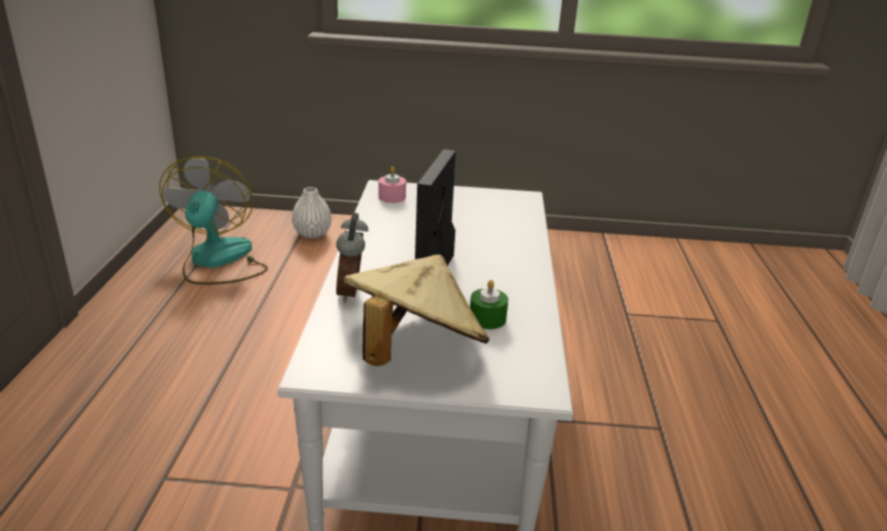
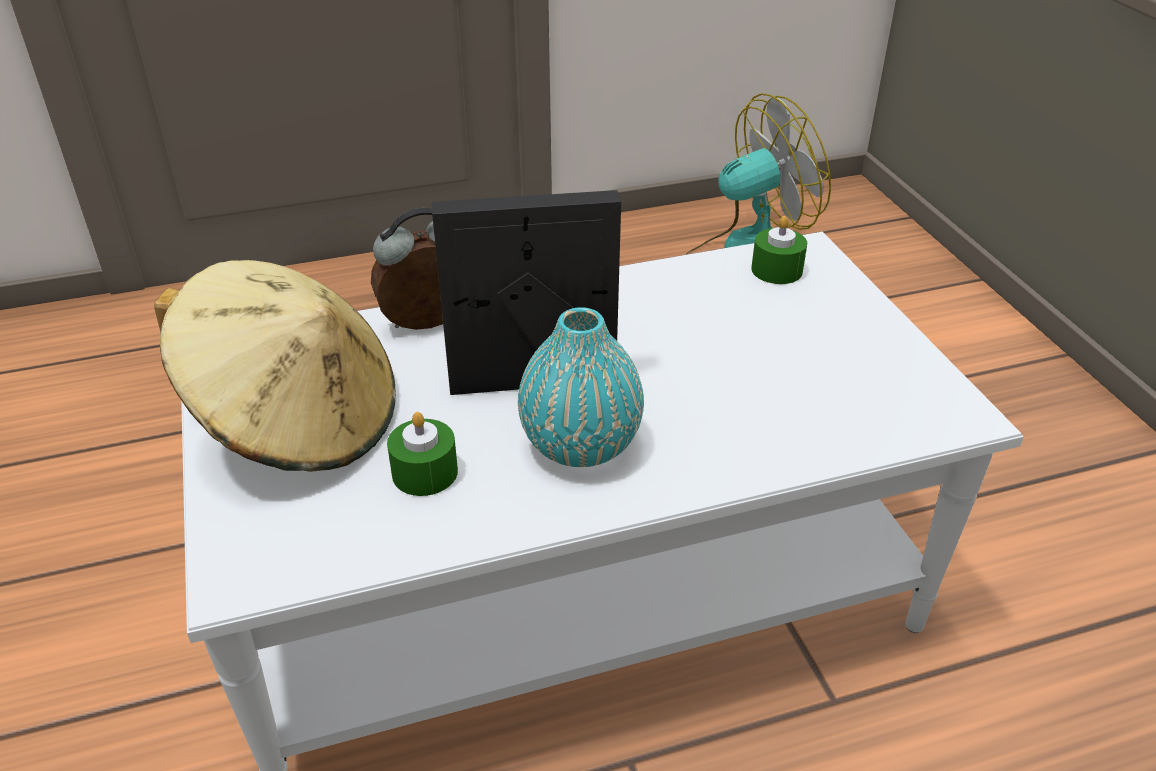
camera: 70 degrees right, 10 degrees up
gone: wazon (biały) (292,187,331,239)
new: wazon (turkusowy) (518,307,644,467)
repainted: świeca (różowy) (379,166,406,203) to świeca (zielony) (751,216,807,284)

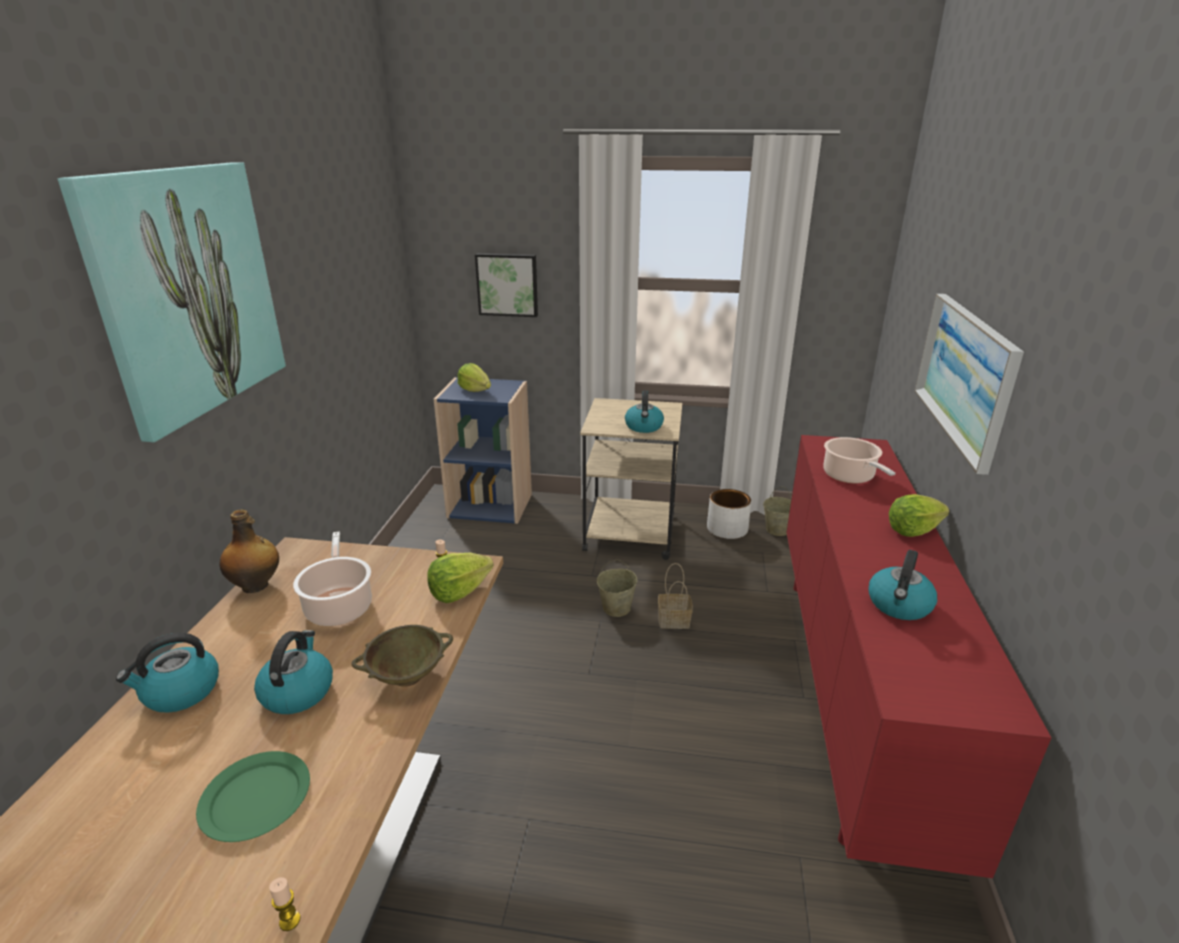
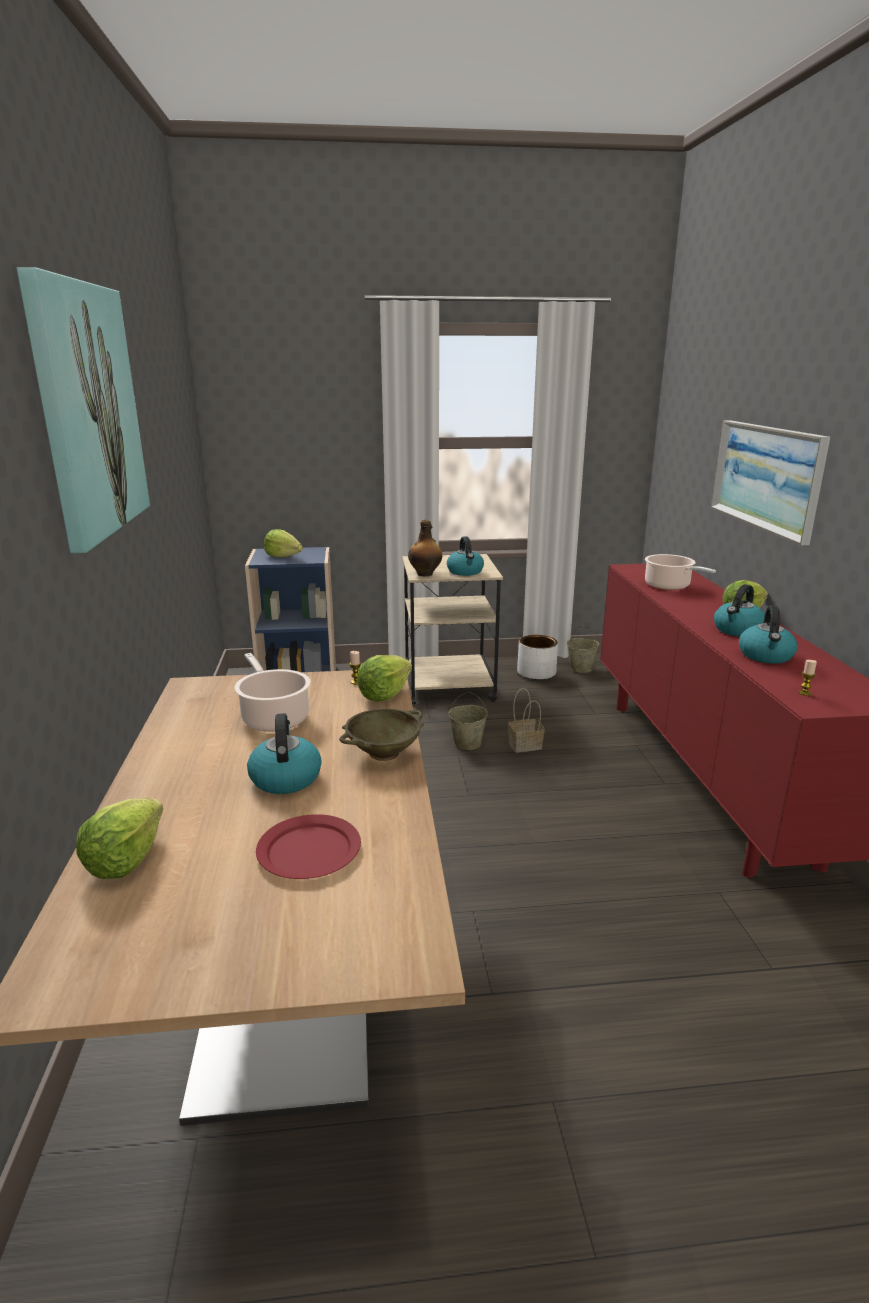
camera: 15 degrees left, 5 degrees down
gone: obraz (475,253,538,317)
new: sałata (76,798,163,879)
shifted: czajnik (116,633,219,713) to (714,584,765,636); butelka (219,509,279,593) to (408,520,442,576); świeca (269,877,301,931) to (798,660,817,696)
repainted: talerz (zielony) (196,751,310,842) to talerz (czerwony) (256,814,361,879)

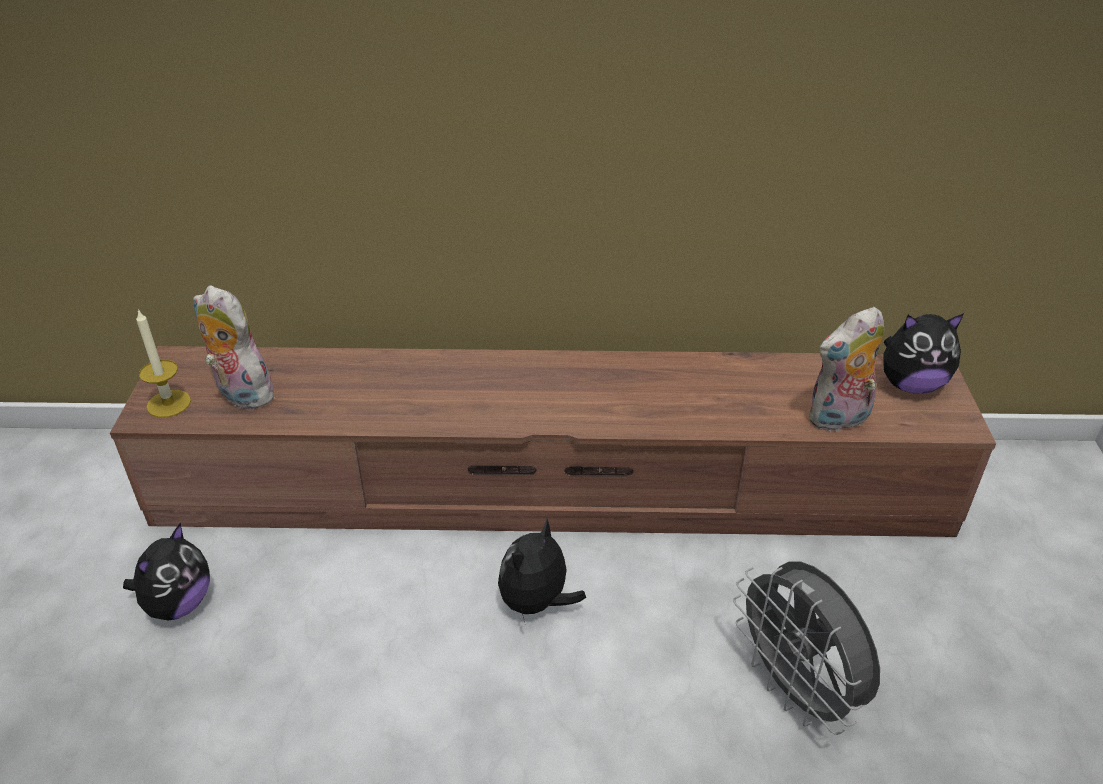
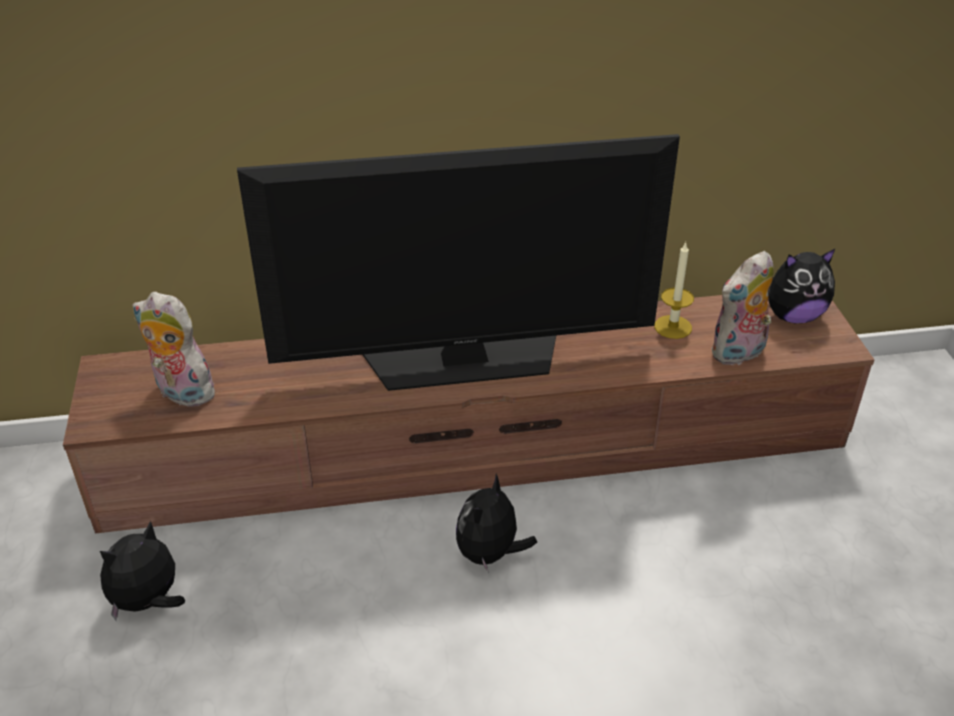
camera: 10 degrees left, 0 degrees up
gone: wentylator (szary) (733,561,880,735)
new: telewizor (237,134,680,391)
shifted: świeca (136,309,191,418) to (654,242,694,339)
rotated: pluszak (123,522,210,621) = (100,521,185,621) 150 degrees counterclockwise

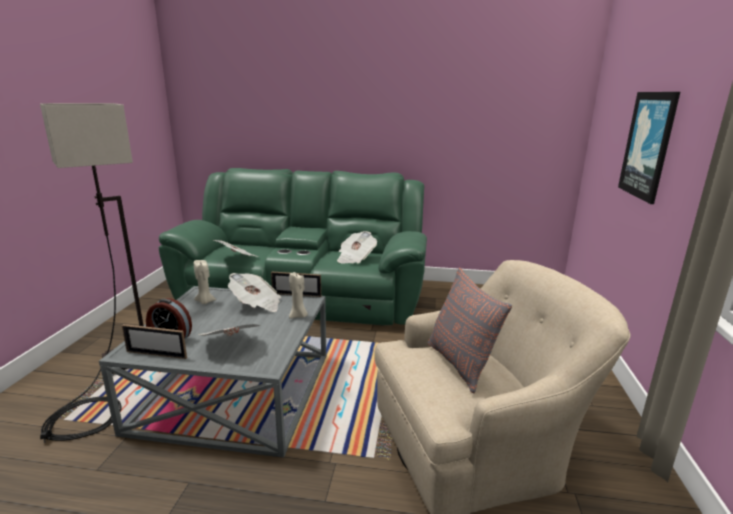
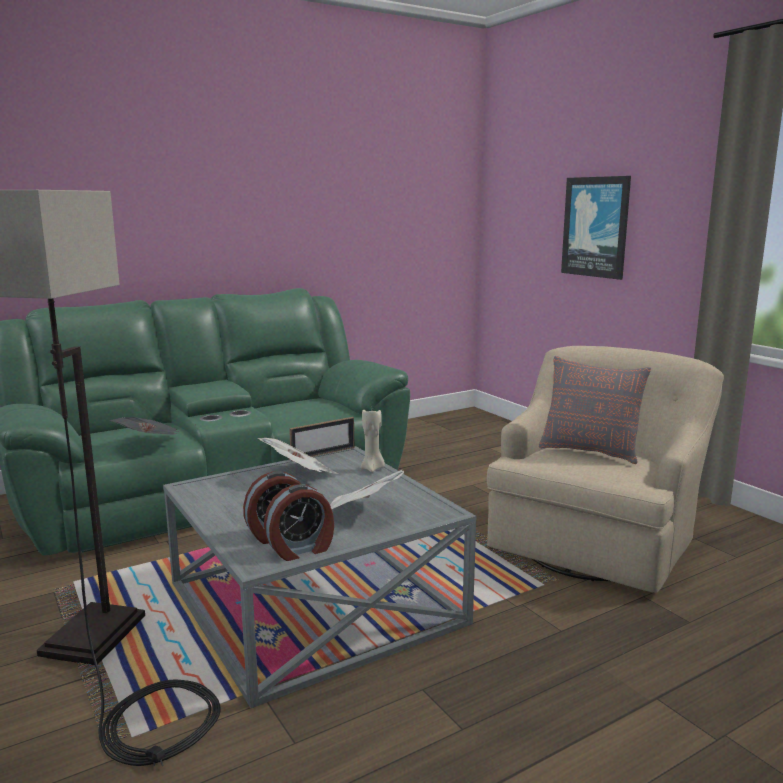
camera: 40 degrees left, 5 degrees down
gone: świeca (beżowy) (194,260,216,304); gazeta (337,231,377,264)
swapped: ramka na zdjęcie (122,324,187,359) to budzik (264,484,334,561)

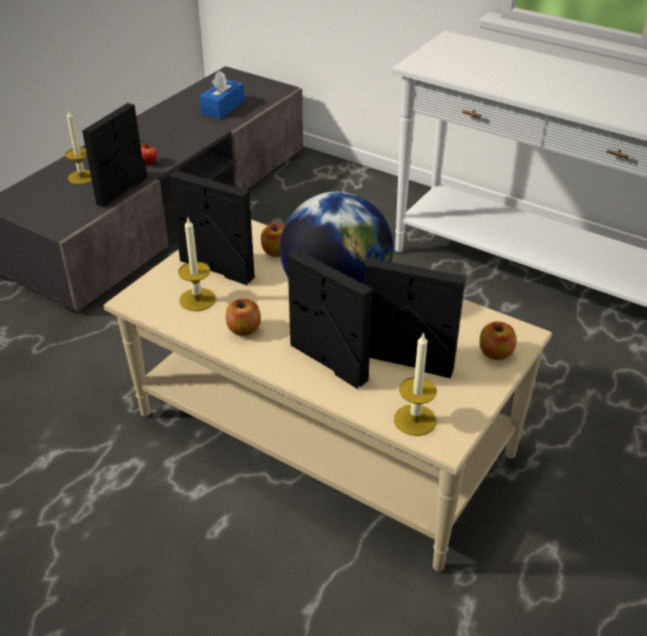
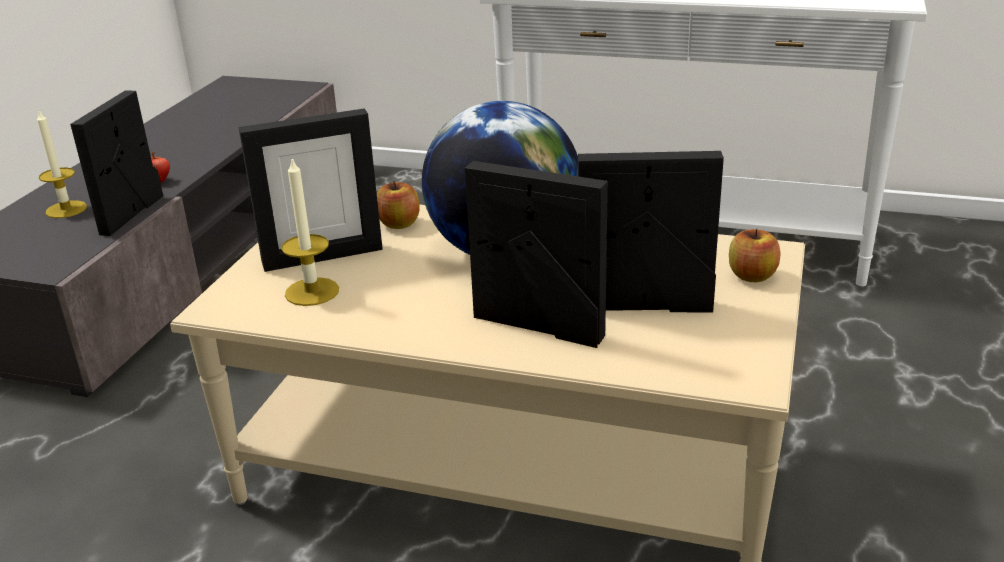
camera: 15 degrees left, 10 degrees down
gone: pudełko chusteczek (niebieski) (199,71,245,119); jabłko (226,299,261,336); świeca (394,332,437,436)
rotated: ramka na zdjęcie (169,170,255,285) = (238,108,383,272) 150 degrees clockwise

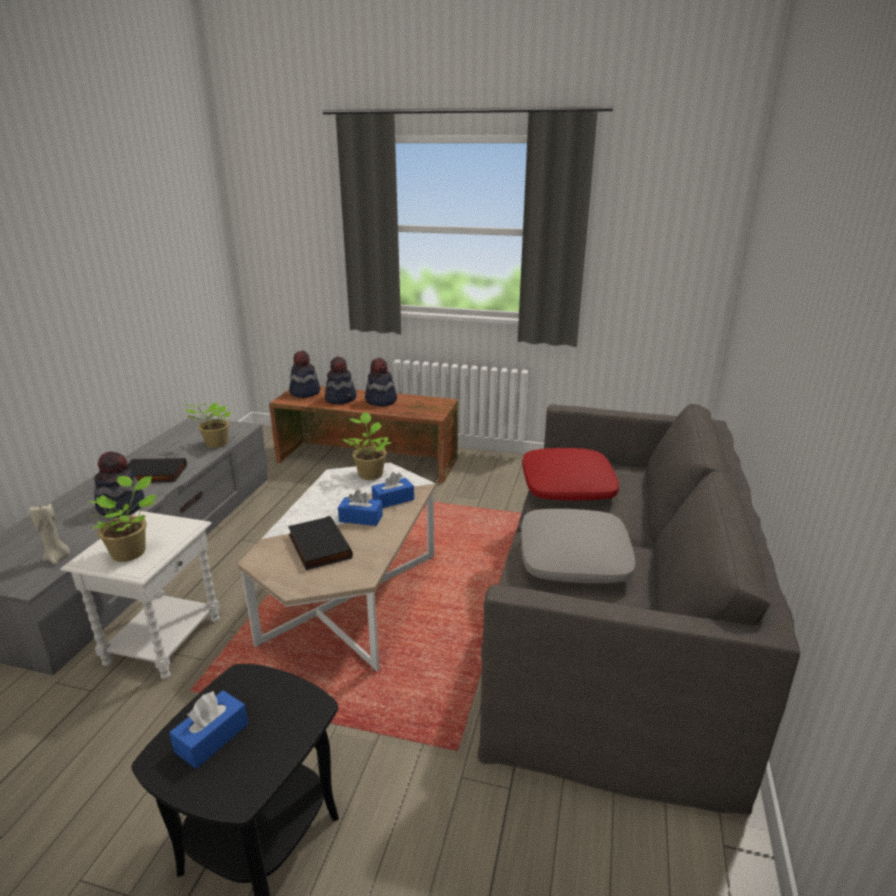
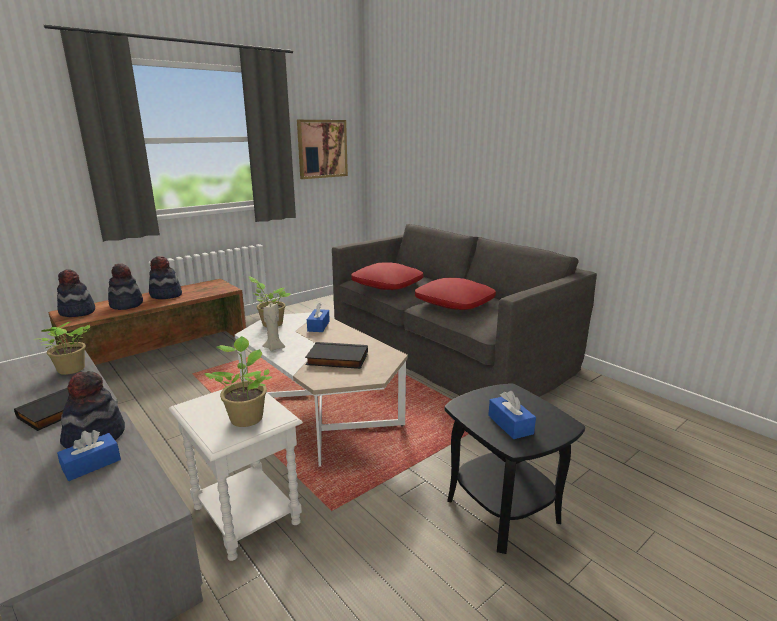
camera: 55 degrees left, 5 degrees down
new: obraz (297,120,348,179)
shifted: świeca (beżowy) (30,504,70,564) to (263,303,285,351); pudełko chusteczek (niebieski) (338,490,383,526) to (57,430,121,481)
repainted: poduszka (szary) (521,509,636,583) to poduszka (czerwony) (415,278,496,310)

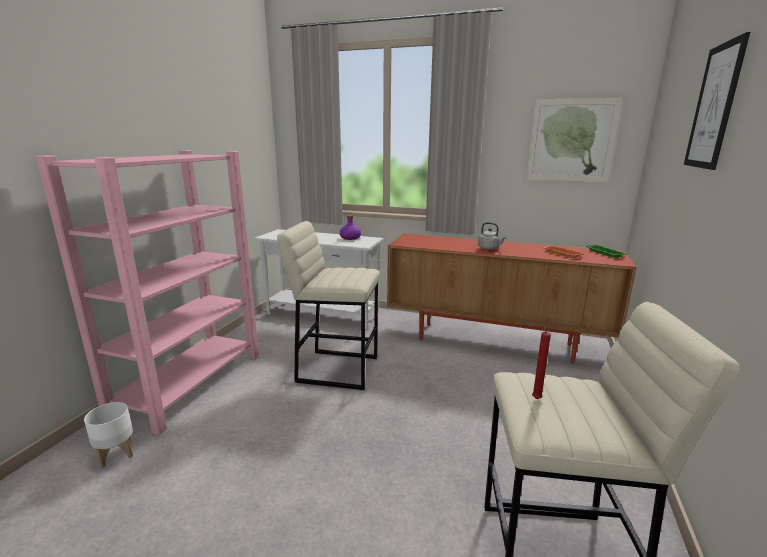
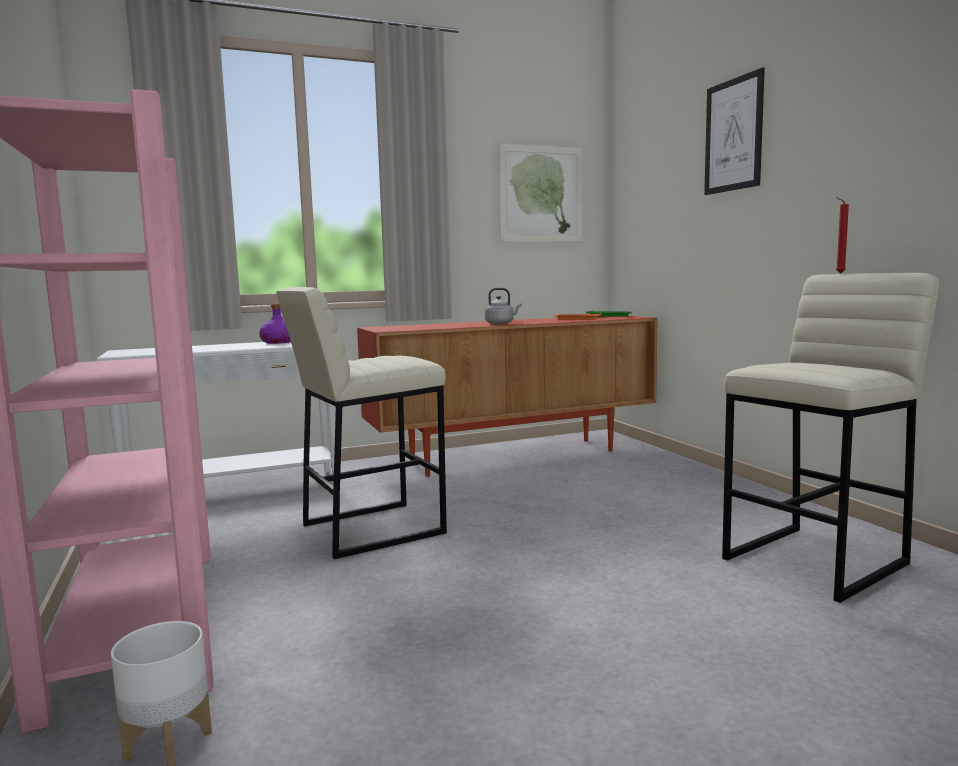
camera: 40 degrees left, 10 degrees down
shifted: świeca (czerwony) (532,323,551,399) to (836,197,849,273)

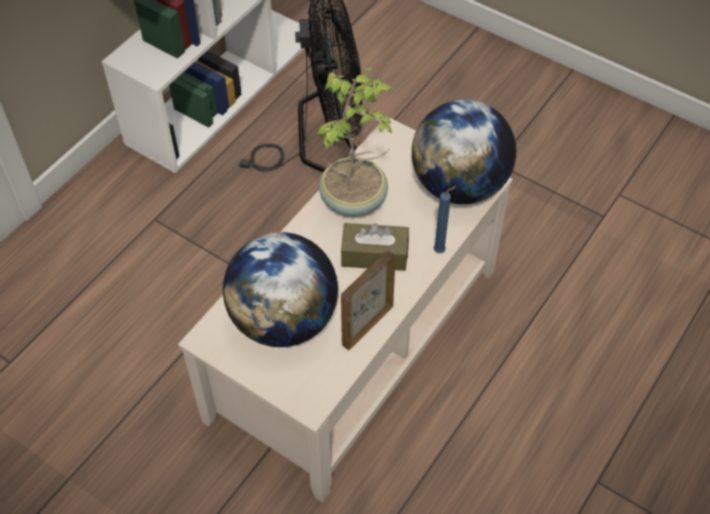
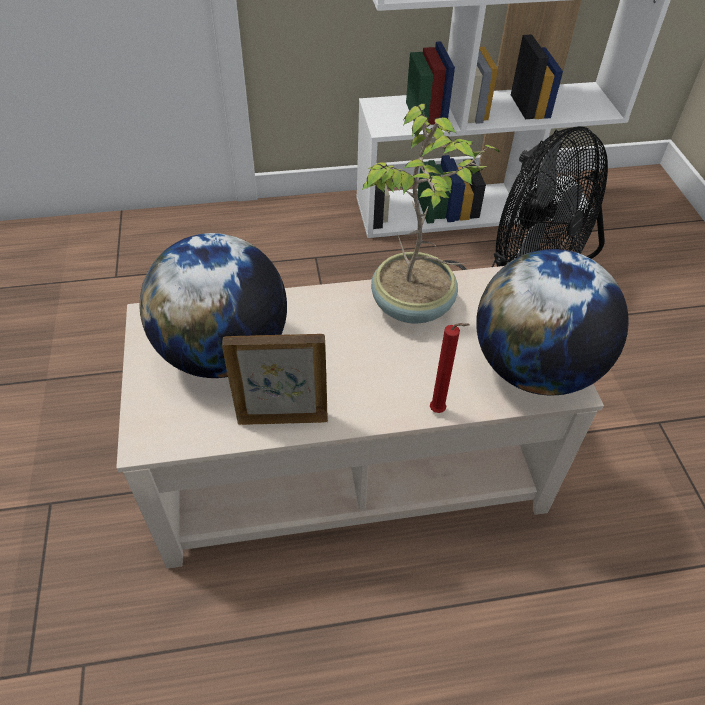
camera: 45 degrees right, 5 degrees down
gone: pudełko chusteczek (brązowy) (341,223,409,271)
repainted: świeca (niebieski) (434,186,456,253) to świeca (czerwony) (430,323,470,413)

